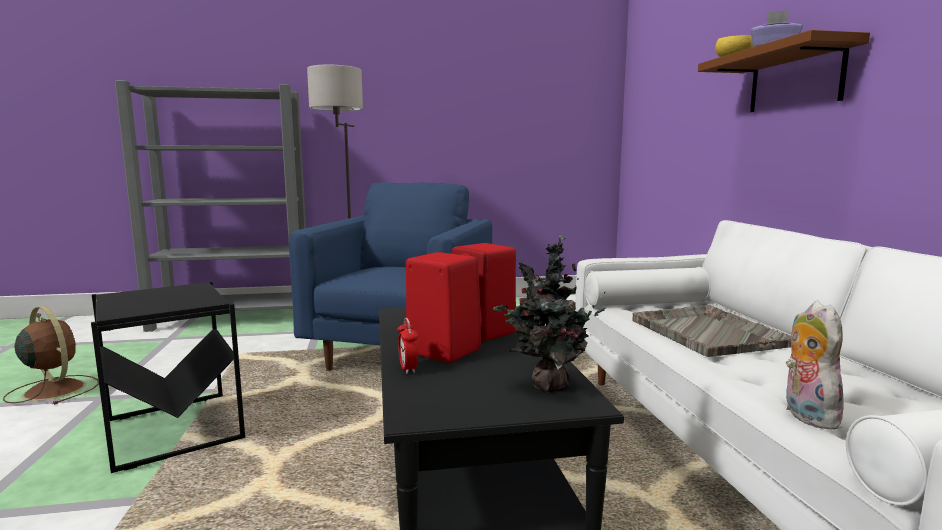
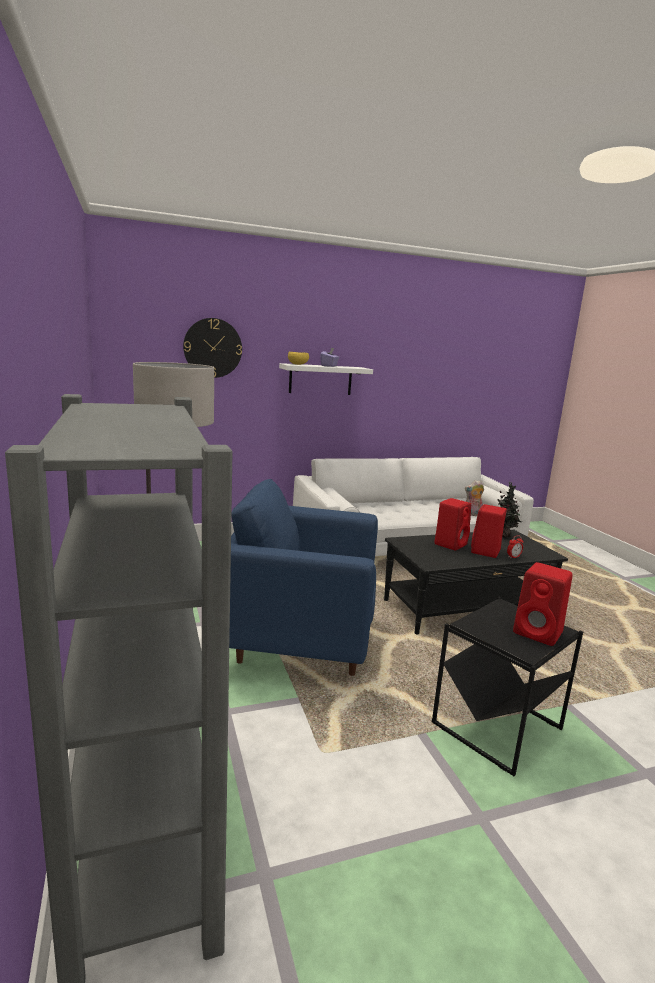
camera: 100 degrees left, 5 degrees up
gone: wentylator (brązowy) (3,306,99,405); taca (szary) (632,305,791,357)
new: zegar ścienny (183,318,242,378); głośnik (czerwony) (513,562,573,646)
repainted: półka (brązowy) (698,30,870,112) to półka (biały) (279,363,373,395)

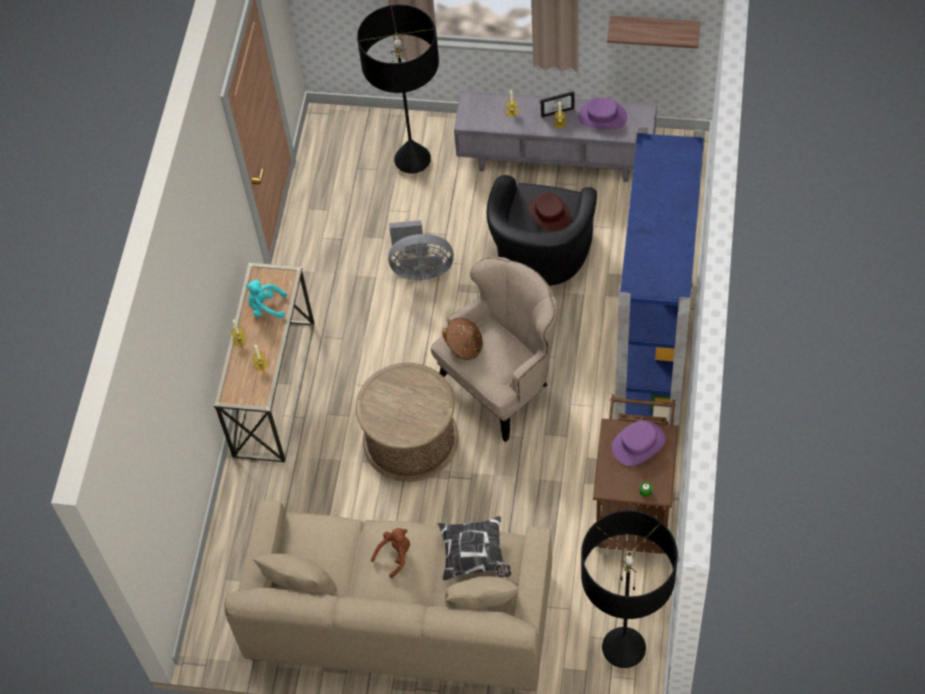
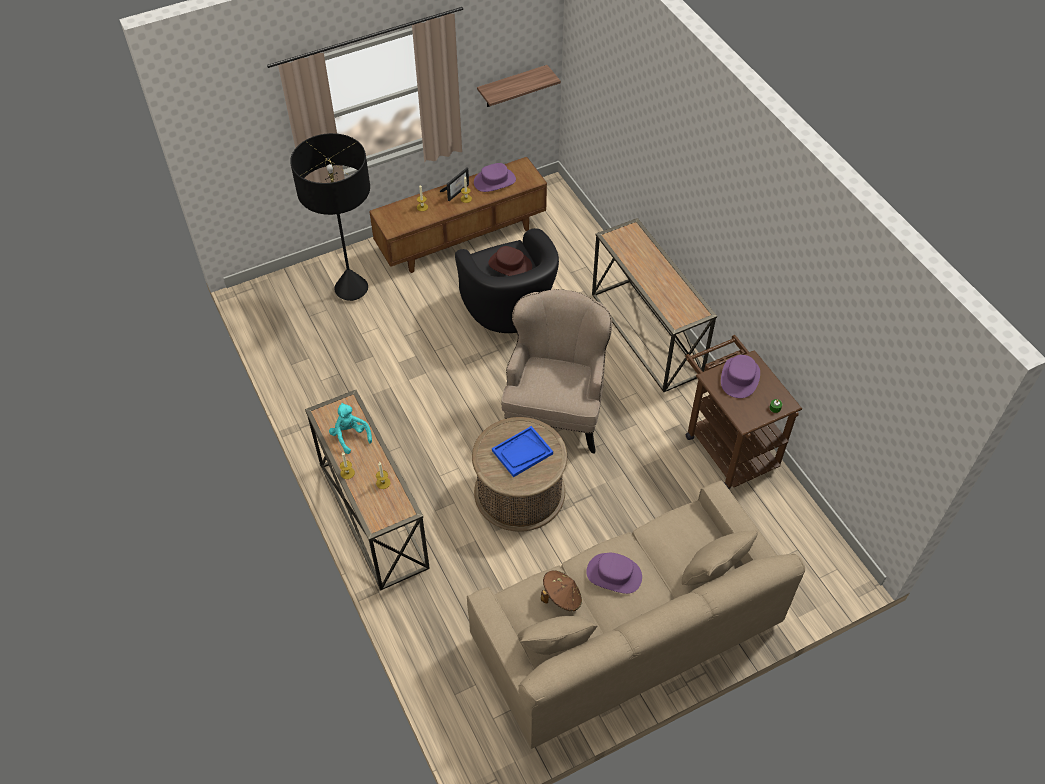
camera: 40 degrees left, 5 degrees down
gone: wentylator (szary) (388,220,454,280); poduszka (438,516,511,581); lampa stojąca (czarny) (581,510,678,668)
new: taca (niebieski) (492,426,553,477)
shifted: kapelusz (brązowy) (442,318,483,360) to (541,570,582,611)
swapped: pluszak (brązowy) (371,528,410,578) to kapelusz (fioletowy) (586,553,642,594); regał (niebieski) (614,126,706,426) to stolik konsolowy (592,218,717,392)
repainted: szafka pod telewizor (szary) (454,91,657,182) to szafka pod telewizor (brązowy) (369,157,547,273)
rotated: pluszak (turkusowy) (245,280,287,318) = (329,403,372,454) 90 degrees clockwise

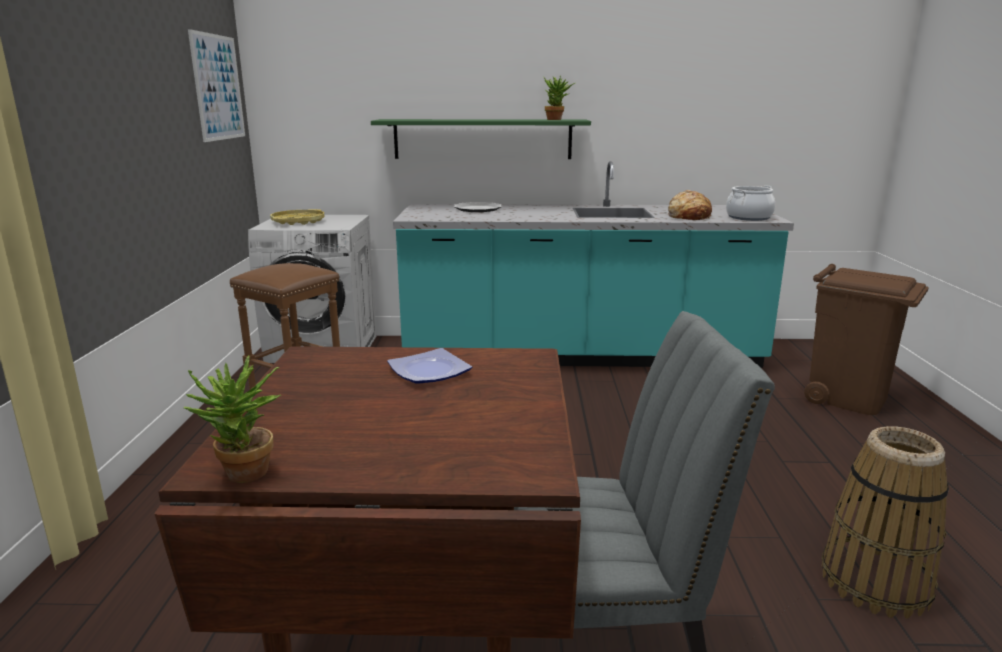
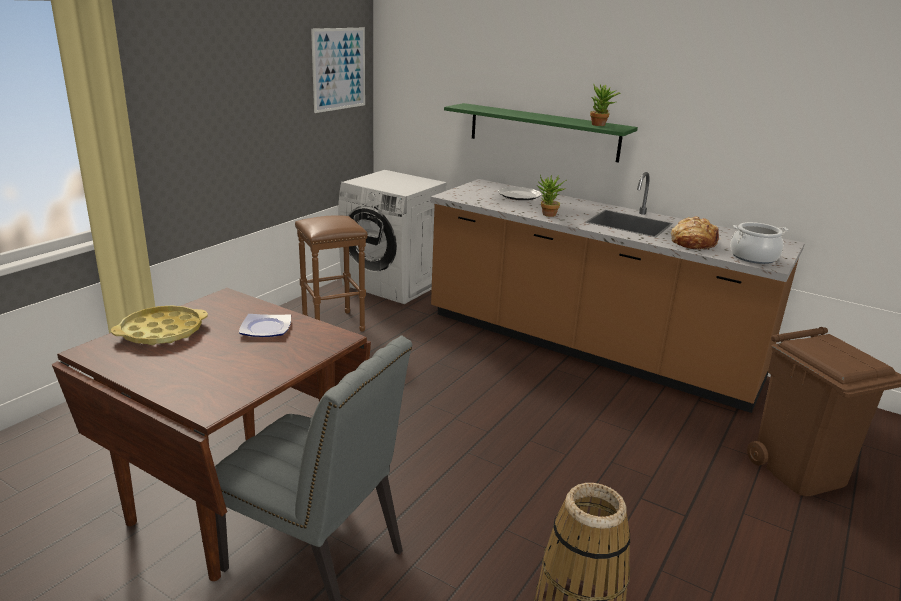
camera: 30 degrees right, 5 degrees up
shifted: roślina doniczkowa (184,355,281,483) to (537,175,566,217); taca (żółty) (270,209,325,225) to (111,306,208,345)
repainted: zabudowa kuchenna (turkusowy) (393,161,794,368) to zabudowa kuchenna (brązowy) (430,172,805,413)

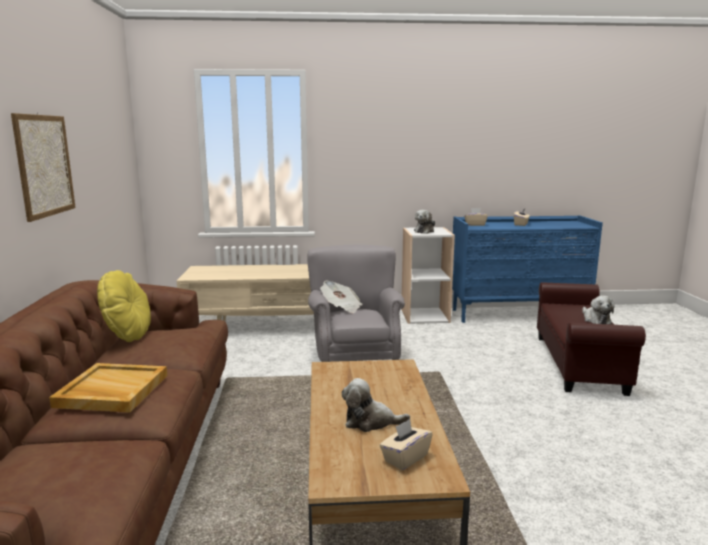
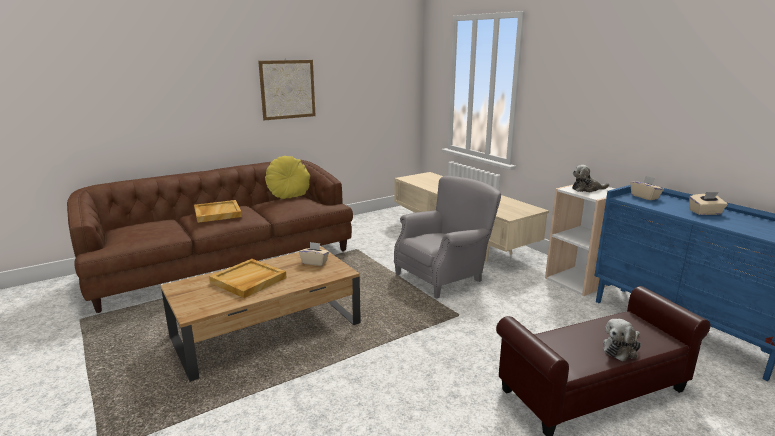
camera: 60 degrees right, 5 degrees up
gone: gazeta (320,280,362,313)
shifted: pudełko chusteczek (beżowy) (380,419,433,470) to (299,242,329,266)
swapped: pluszak (342,378,410,432) to taca (beżowy) (209,259,287,298)

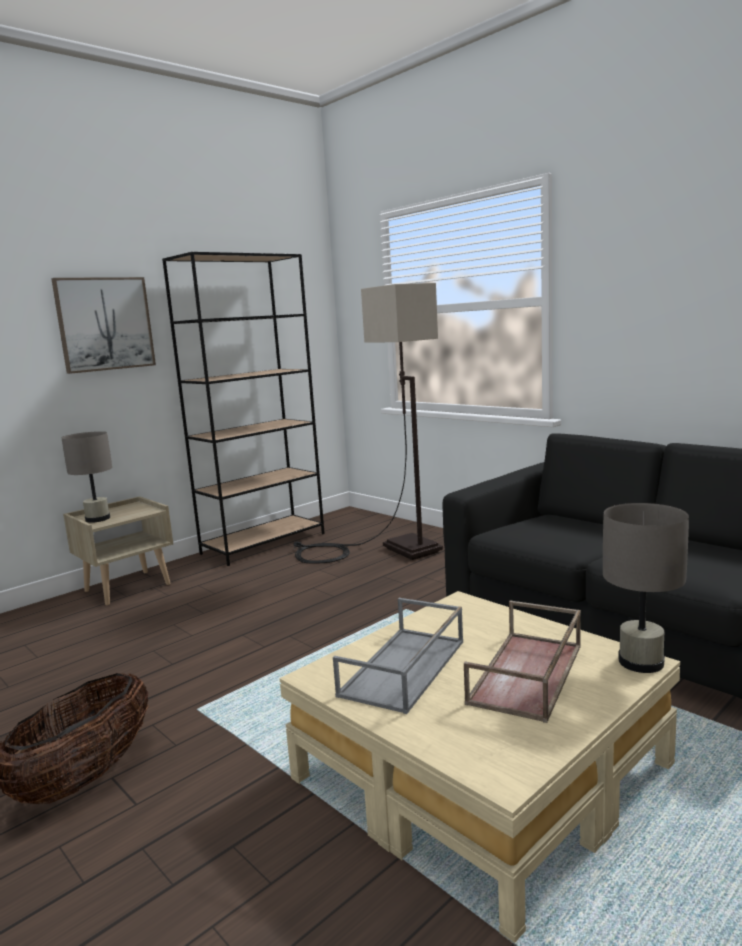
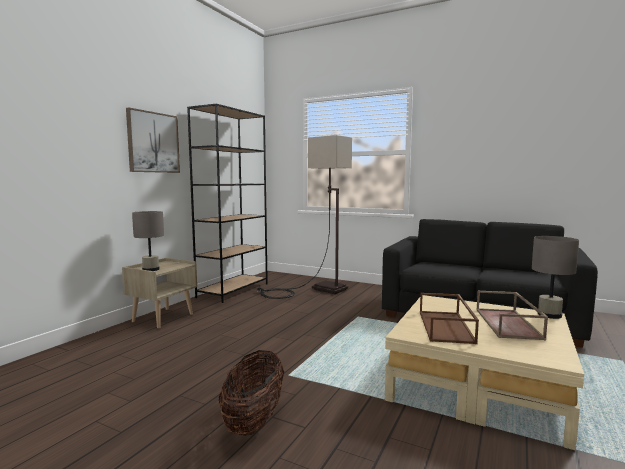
camera: 20 degrees left, 5 degrees down
repainted: taca (szary) (333,598,463,714) to taca (brązowy) (420,293,479,344)

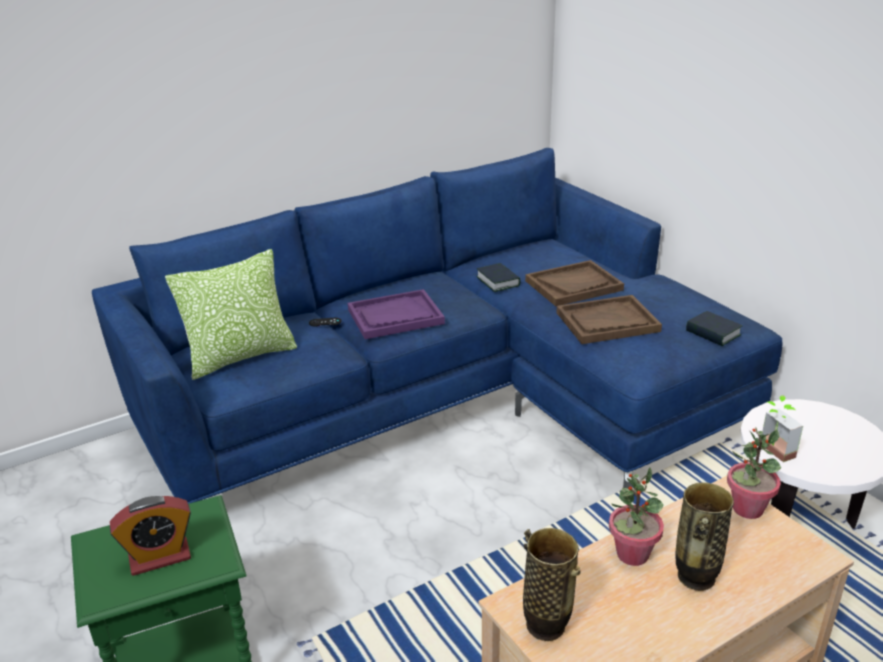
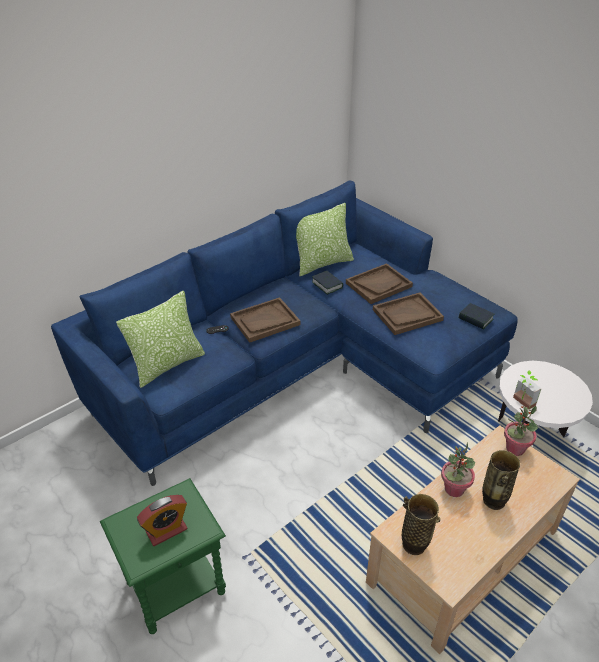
camera: 10 degrees left, 10 degrees up
new: poduszka (296,203,354,276)
repainted: taca (fioletowy) (348,289,445,339) to taca (brązowy) (230,297,300,343)

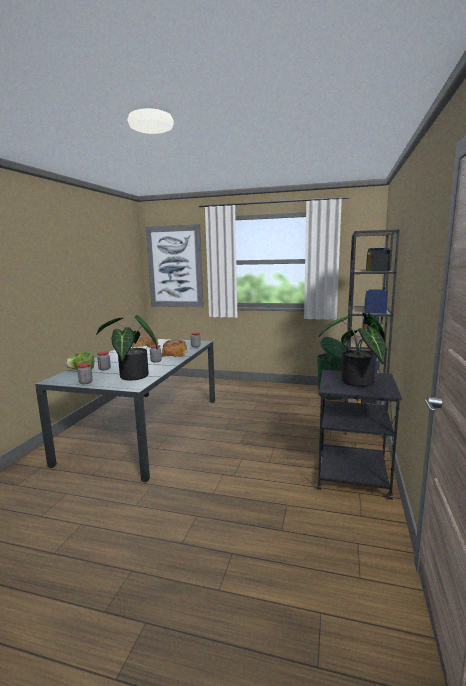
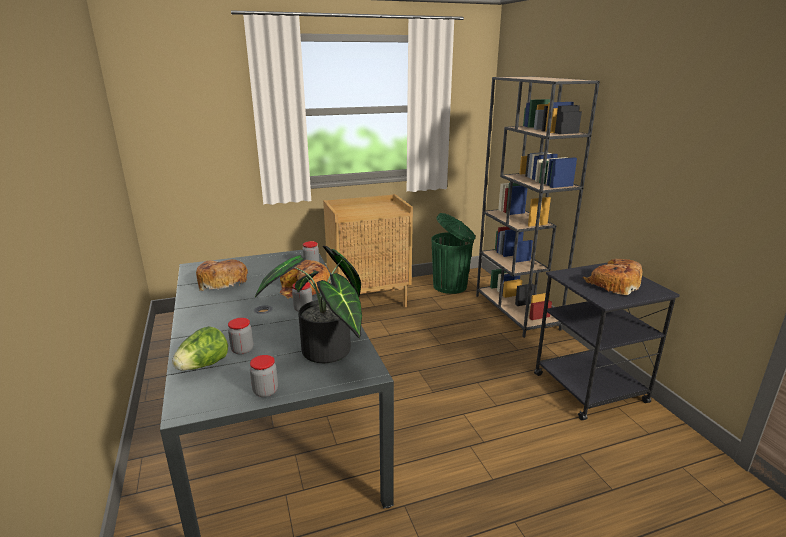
camera: 35 degrees left, 10 degrees up
gone: obraz (146,224,204,307)
new: szafka (brązowy) (323,194,413,307)
swapped: roślina doniczkowa (319,313,386,387) to chleb (583,259,643,295)

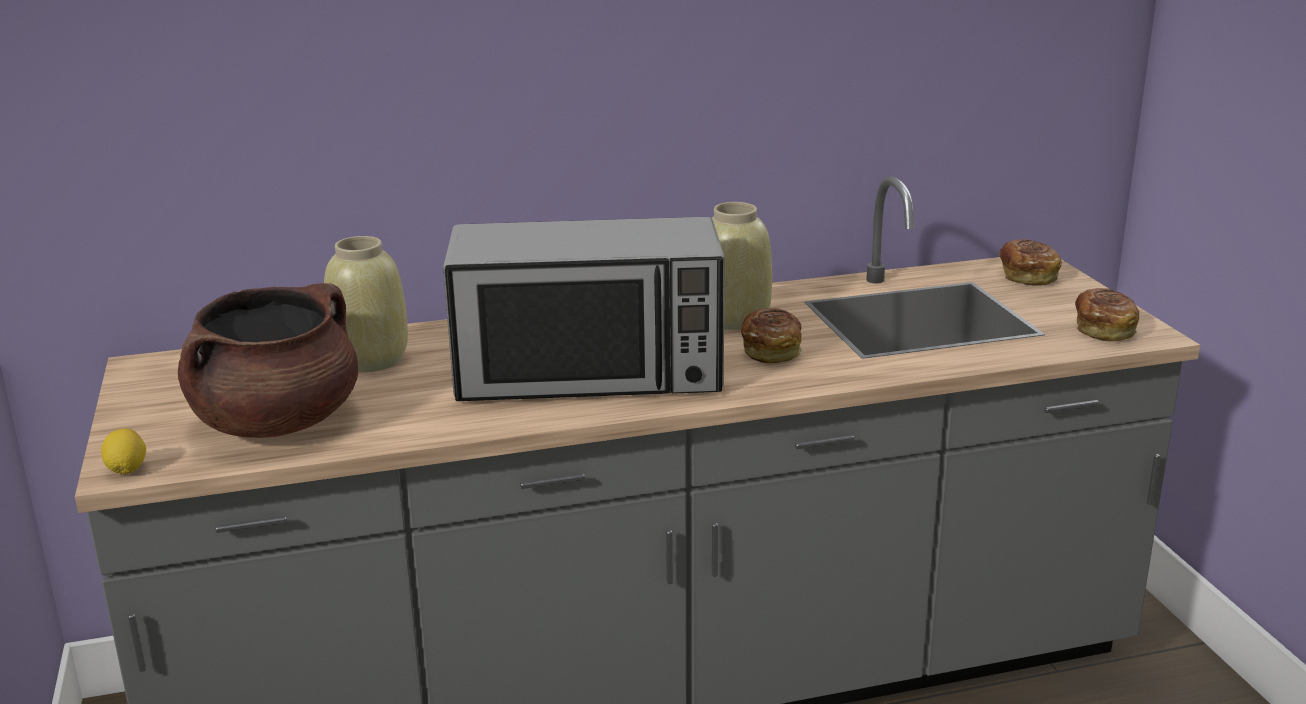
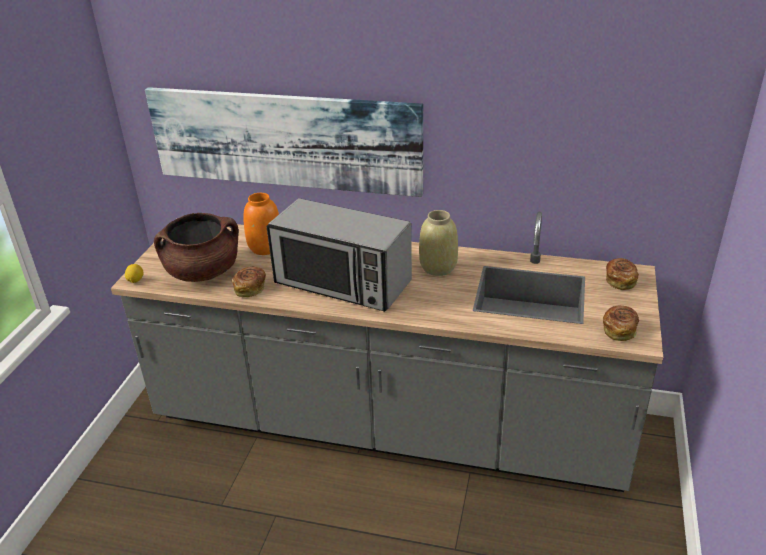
camera: 30 degrees right, 10 degrees up
new: obraz (145,87,423,197)
shifted: chleb (741,308,802,363) to (232,267,266,298)
repainted: wazon (beżowy) (324,236,408,372) to wazon (pomarańczowy) (243,193,279,255)

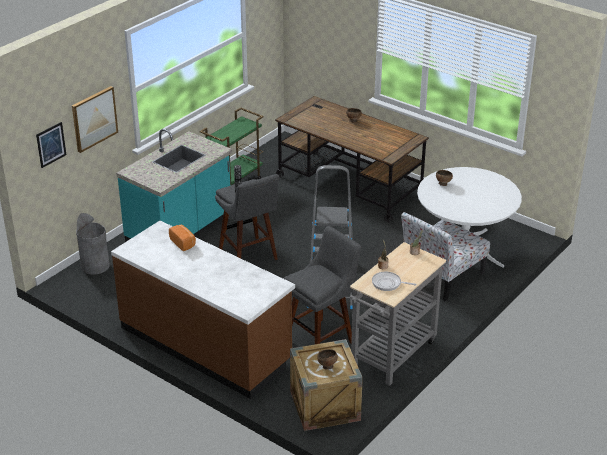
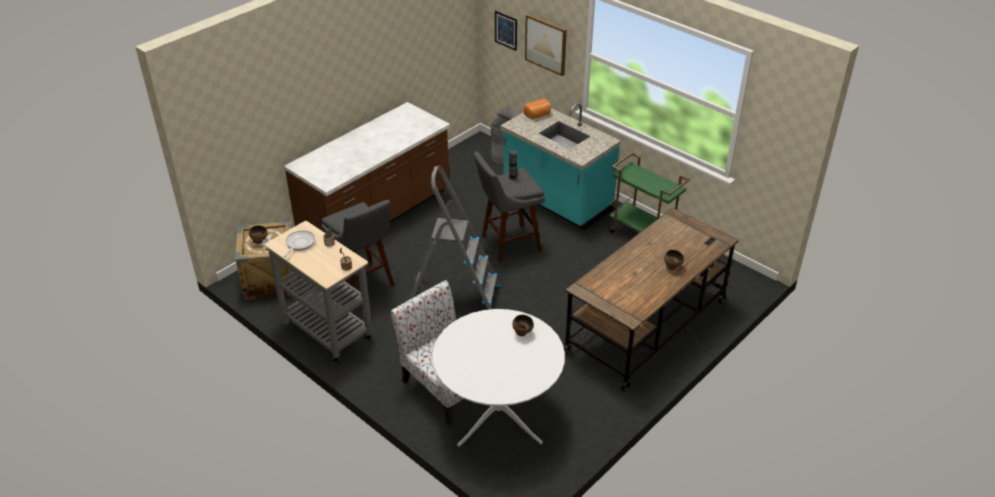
camera: 95 degrees right, 5 degrees up
shifted: chleb (169,225,196,251) to (524,99,551,119)

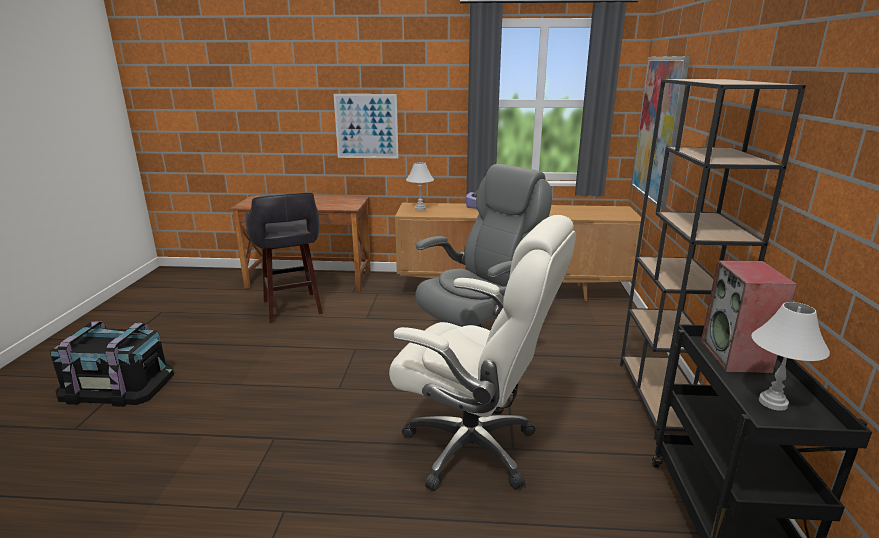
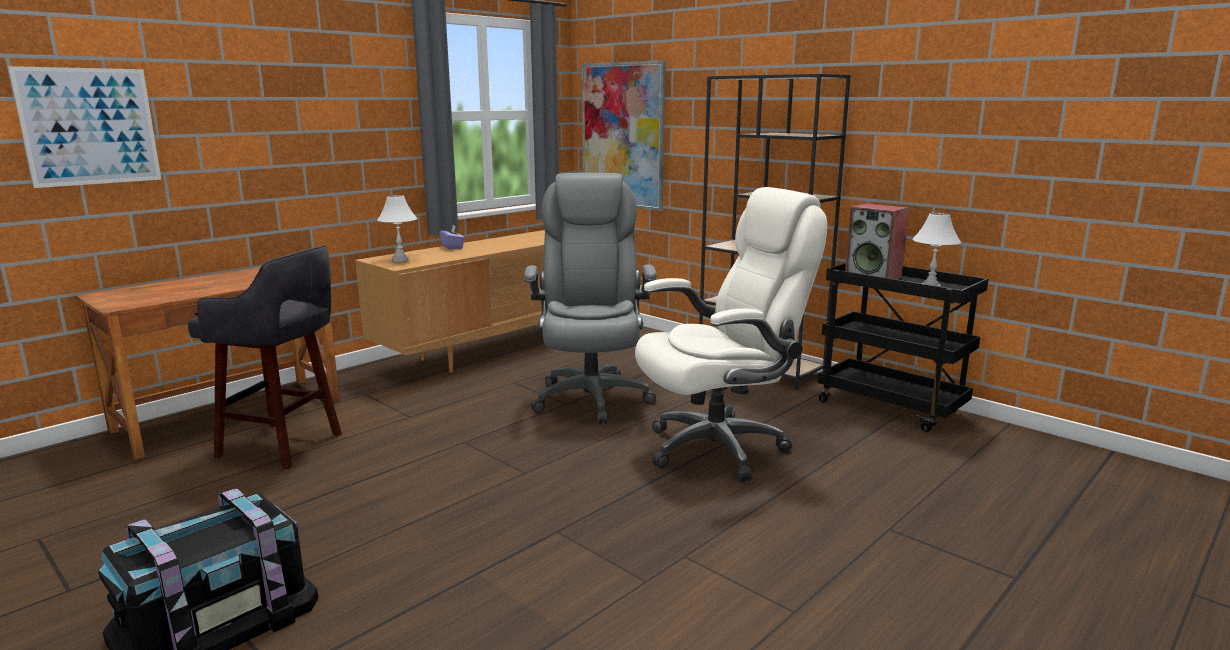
camera: 50 degrees left, 5 degrees down
shifted: obraz (334,94,398,158) to (8,66,162,188)

